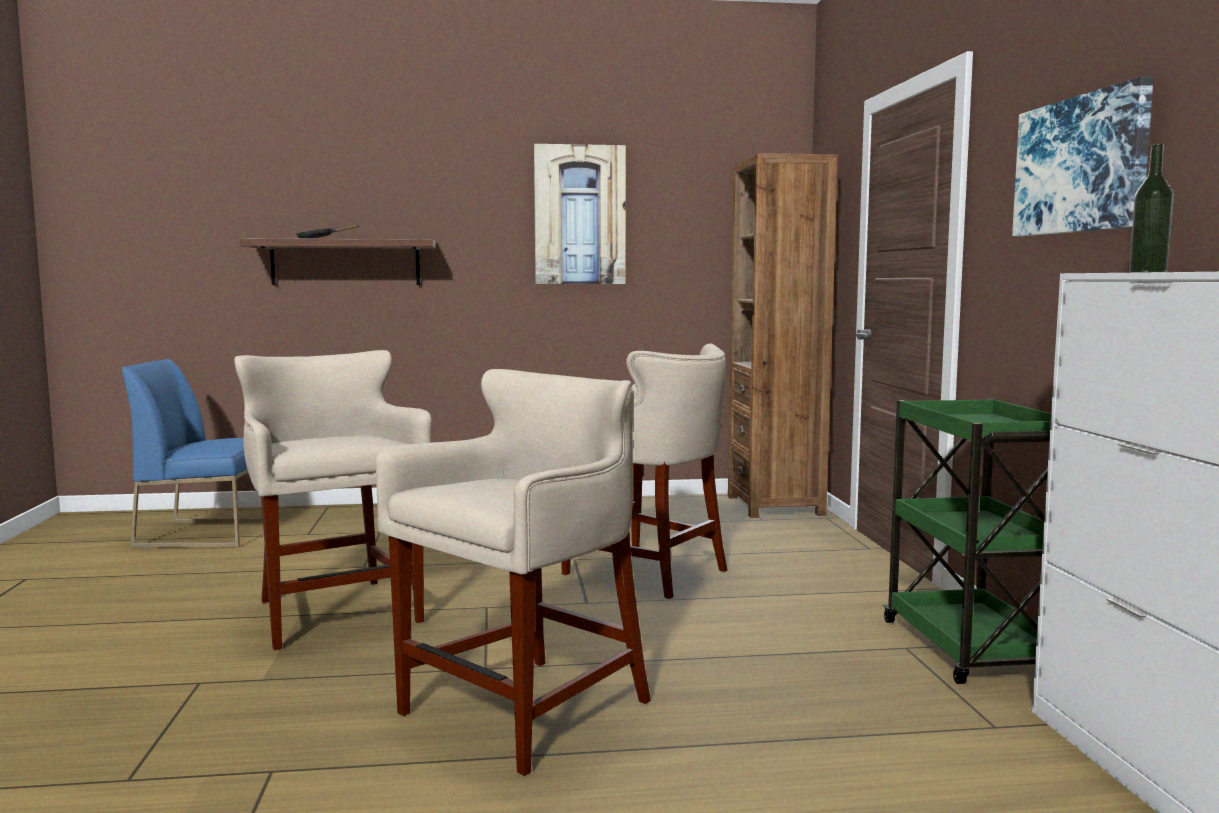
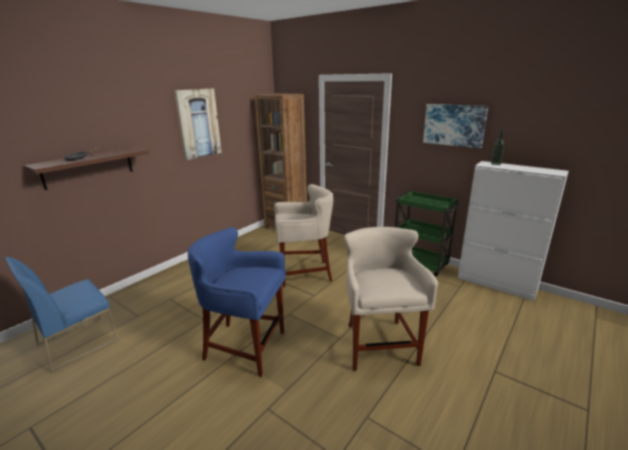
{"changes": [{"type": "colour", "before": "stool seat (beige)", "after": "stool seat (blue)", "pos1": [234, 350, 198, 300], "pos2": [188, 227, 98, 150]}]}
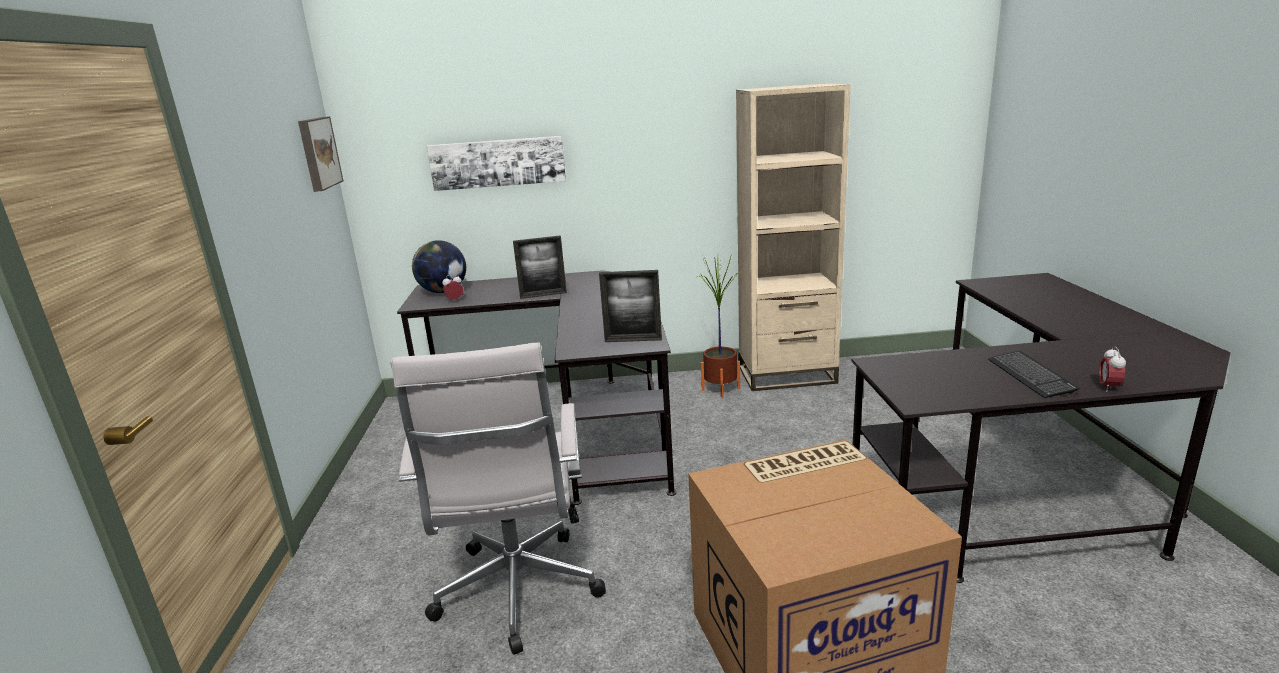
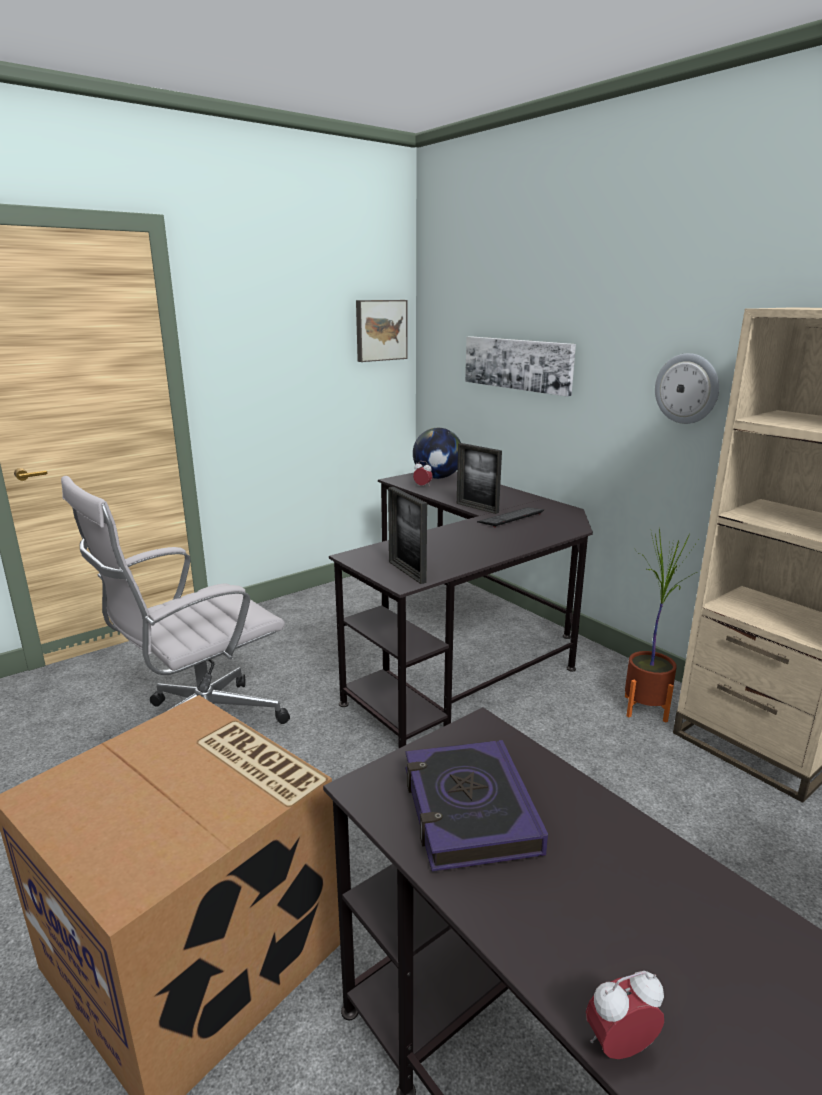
{"changes": [{"type": "relocated", "before": "keyboard", "pos1": [988, 351, 92, 47], "pos2": [477, 508, 67, 20]}, {"type": "appeared", "after": "wall clock", "pos2": [655, 353, 64, 71]}, {"type": "appeared", "after": "bound book", "pos2": [406, 740, 142, 132]}]}
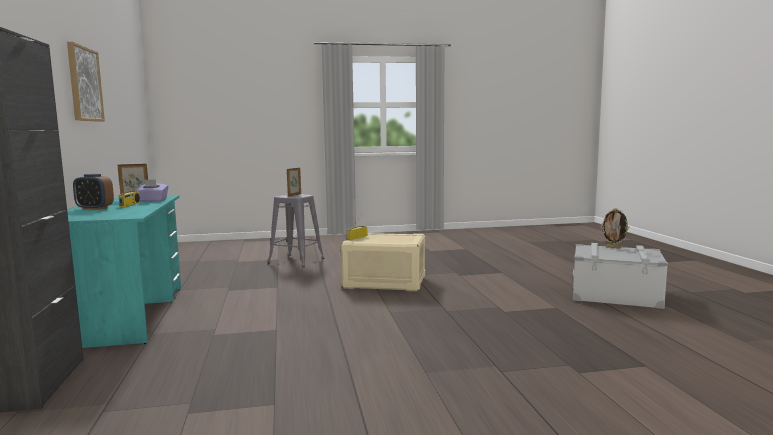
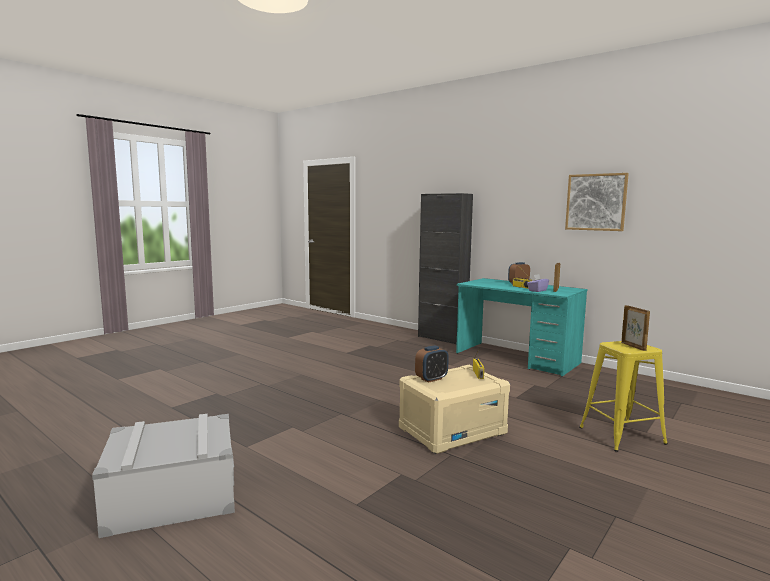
{"changes": [{"type": "colour", "before": "stool seat (grey)", "after": "stool seat (yellow)", "pos1": [268, 194, 57, 73], "pos2": [579, 341, 89, 111]}, {"type": "missing", "before": "photo frame", "pos1": [601, 208, 28, 41]}, {"type": "appeared", "after": "table clock", "pos2": [415, 346, 34, 37]}]}
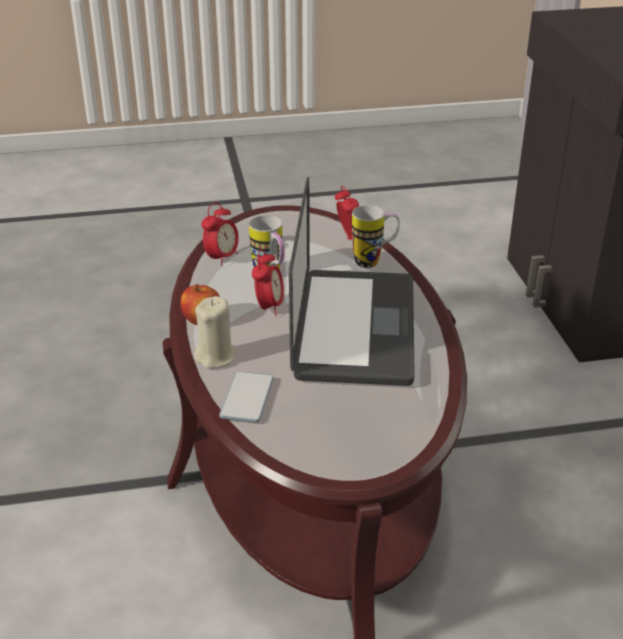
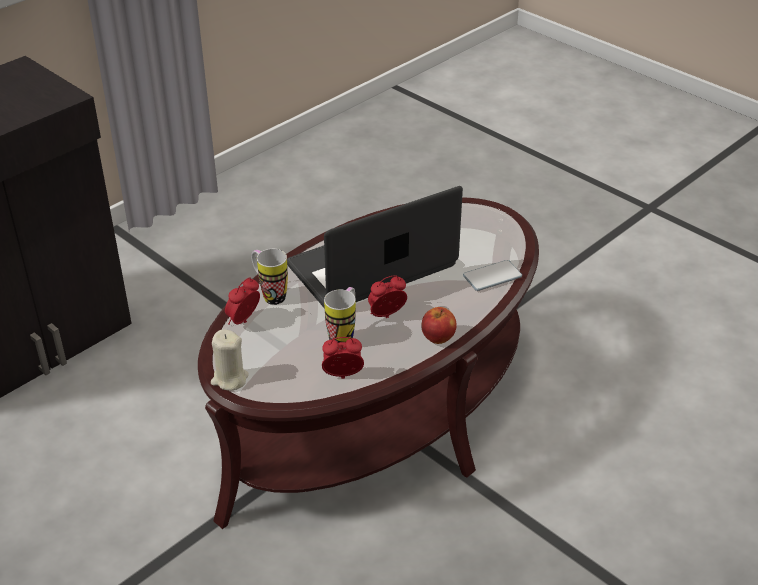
{"changes": [{"type": "relocated", "before": "wax light (beige)", "pos1": [194, 296, 43, 73], "pos2": [211, 329, 38, 61]}]}
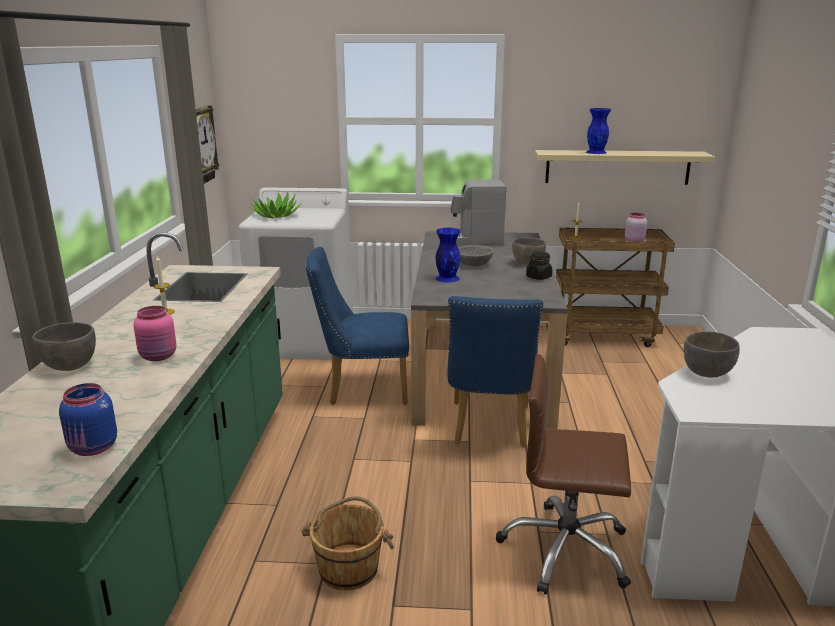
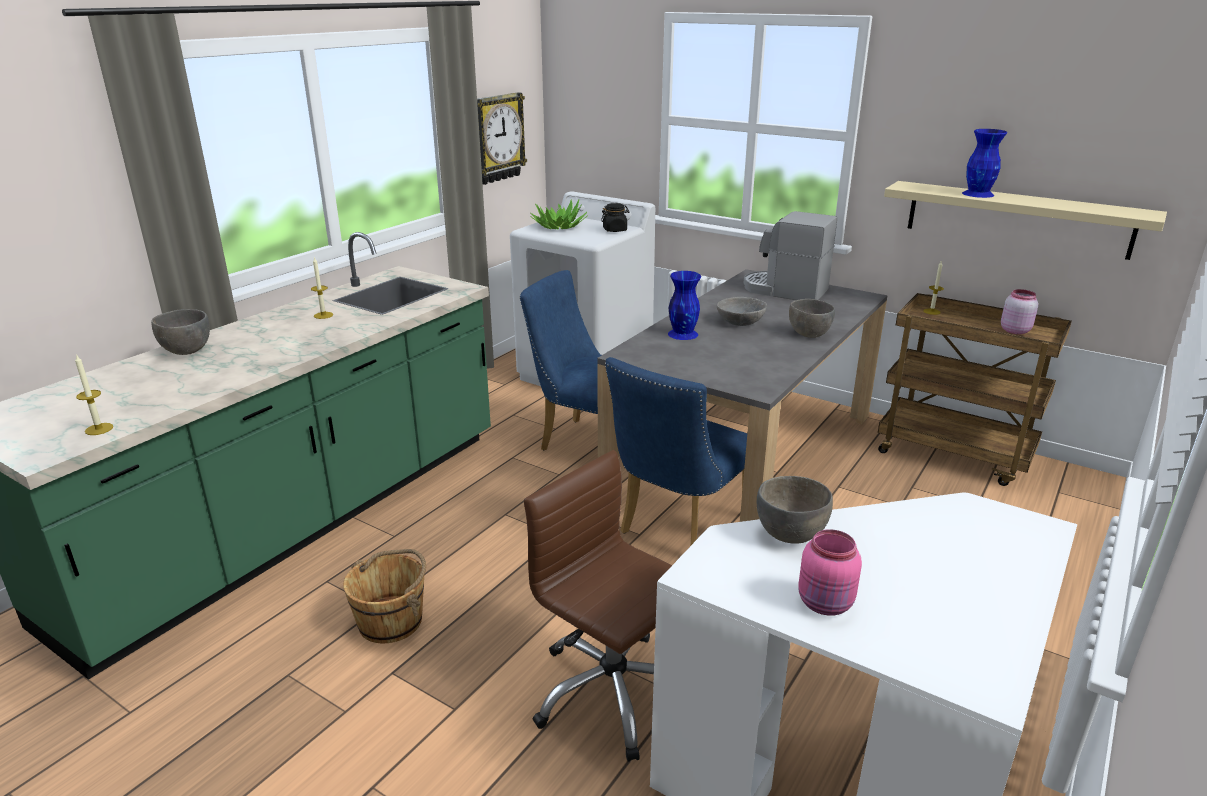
{"changes": [{"type": "relocated", "before": "jar (black-coloured)", "pos1": [526, 252, 26, 28], "pos2": [601, 203, 28, 29]}, {"type": "relocated", "before": "jar (pinkish)", "pos1": [134, 306, 42, 55], "pos2": [799, 529, 63, 87]}, {"type": "exchanged", "before": "jar (blue)", "after": "wax light", "pos1": [59, 383, 58, 73], "pos2": [75, 354, 38, 81]}]}
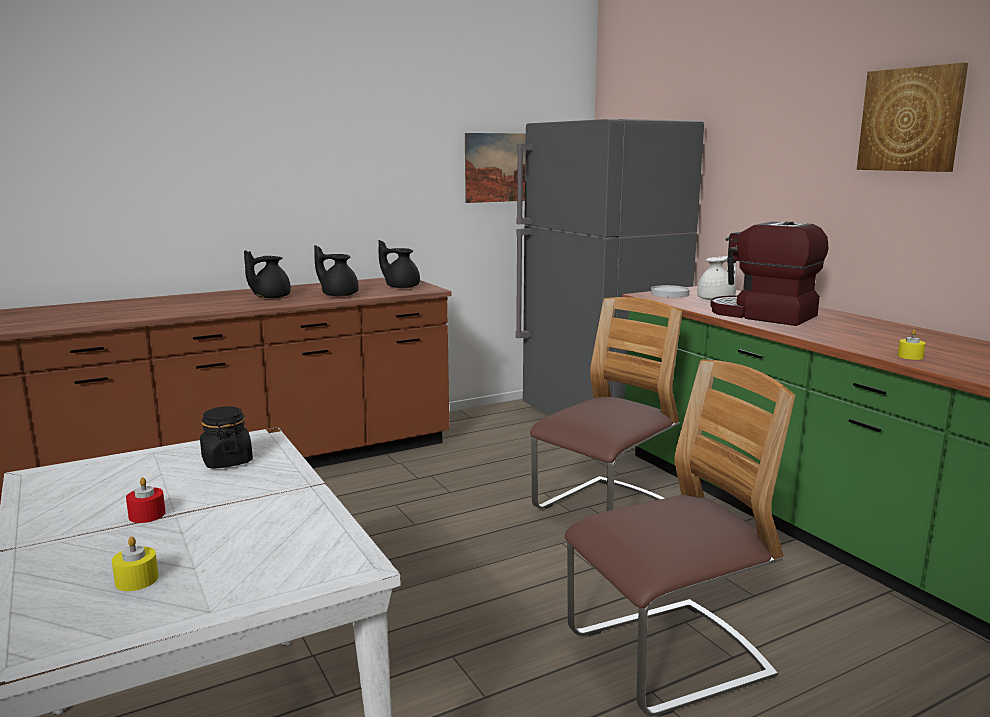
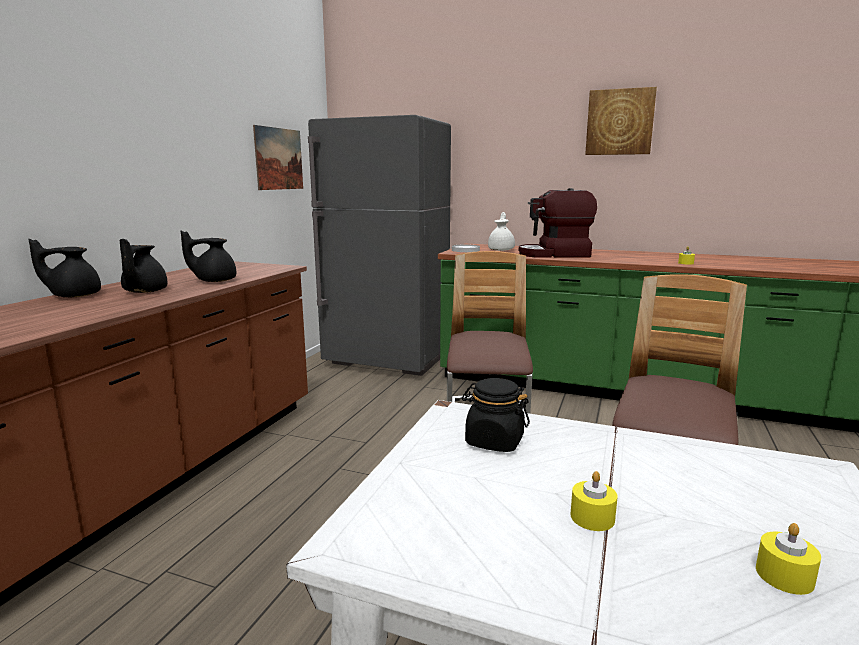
{"changes": [{"type": "relocated", "before": "tea pot (black-coloured)", "pos1": [378, 240, 42, 48], "pos2": [28, 239, 73, 58]}, {"type": "colour", "before": "wax light (reddish)", "after": "wax light (yellow)", "pos1": [126, 477, 40, 46], "pos2": [570, 471, 48, 60]}]}
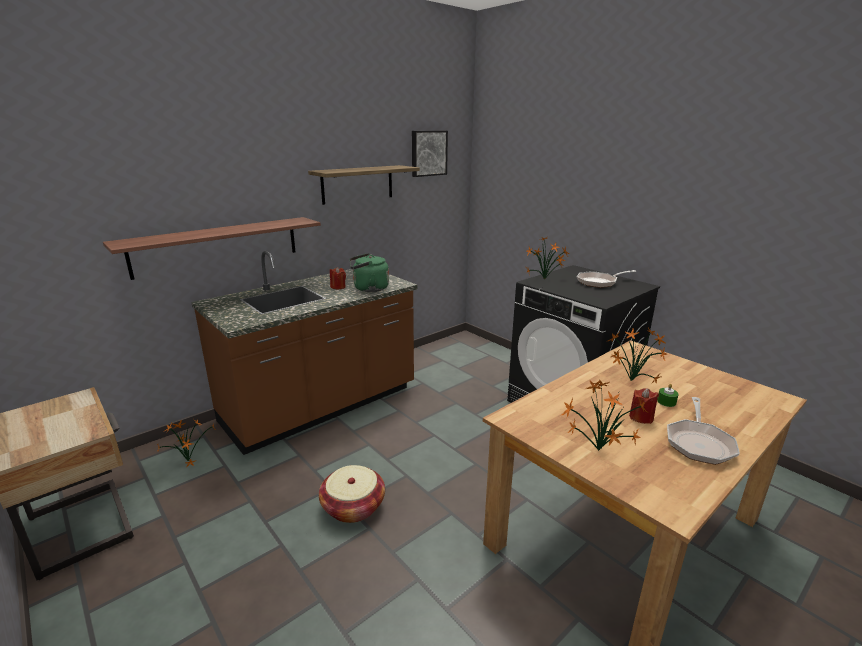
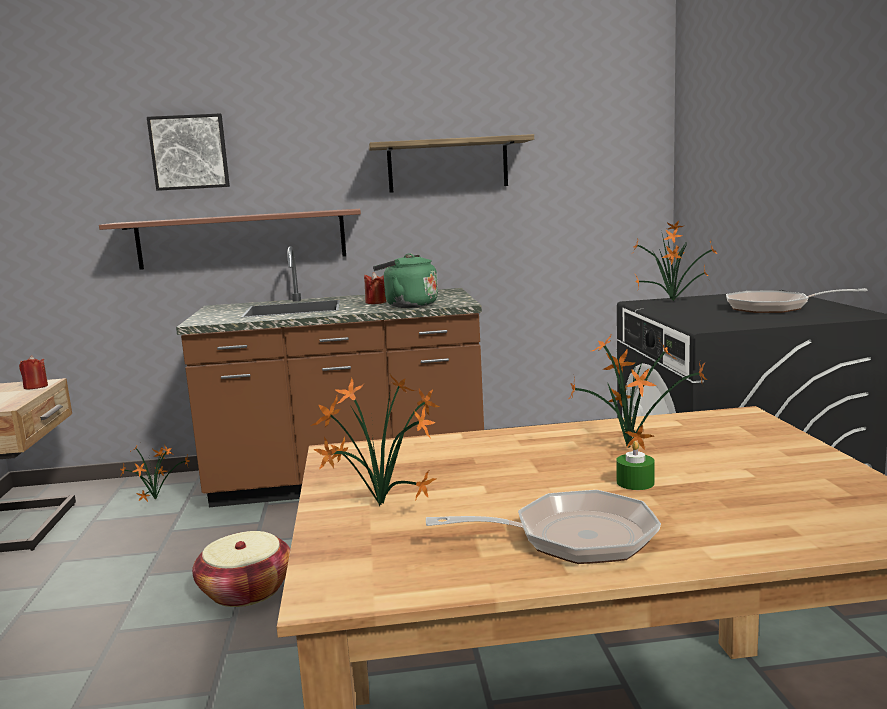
{"changes": [{"type": "relocated", "before": "wall art", "pos1": [412, 131, 36, 46], "pos2": [147, 114, 83, 77]}, {"type": "relocated", "before": "wax light (reddish)", "pos1": [629, 388, 30, 36], "pos2": [19, 355, 29, 35]}, {"type": "spun", "before": "pan", "pos1": [667, 397, 73, 68], "pos2": [426, 490, 235, 74], "turn": -150}]}
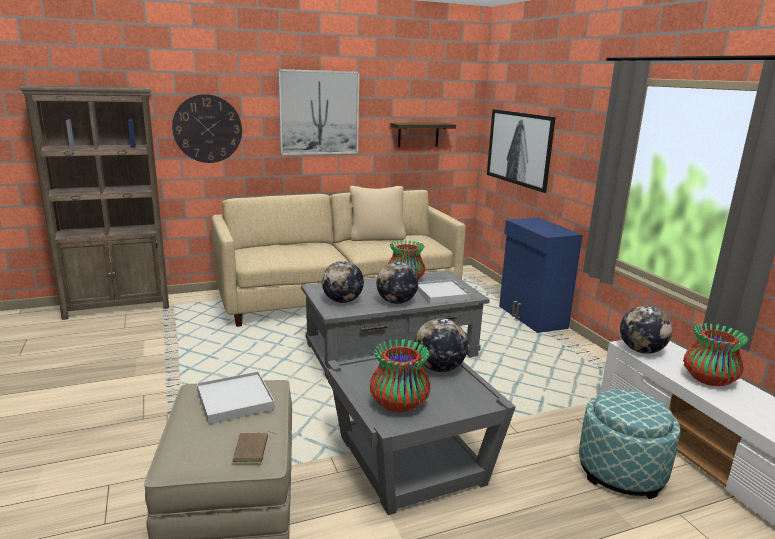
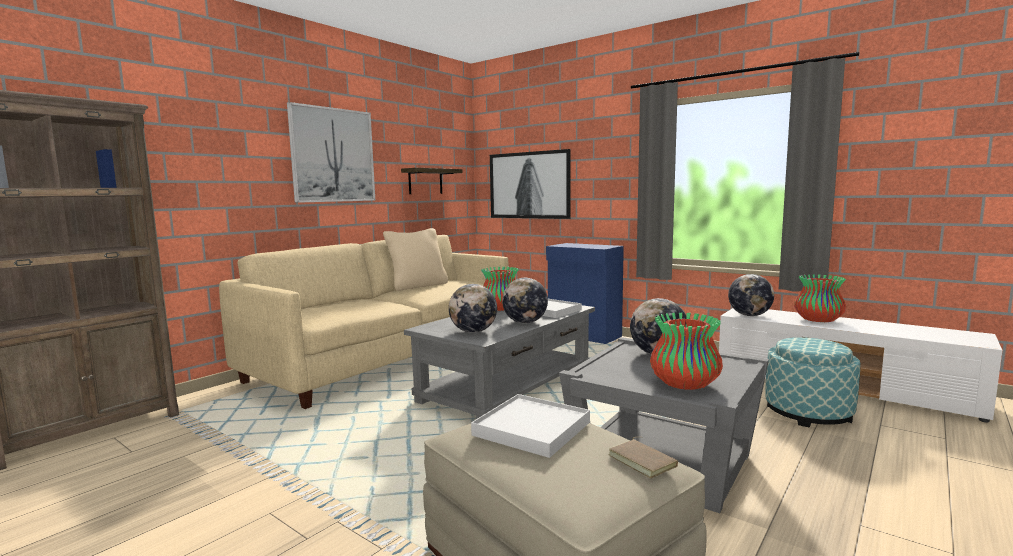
{"changes": [{"type": "missing", "before": "wall clock", "pos1": [172, 94, 70, 69]}]}
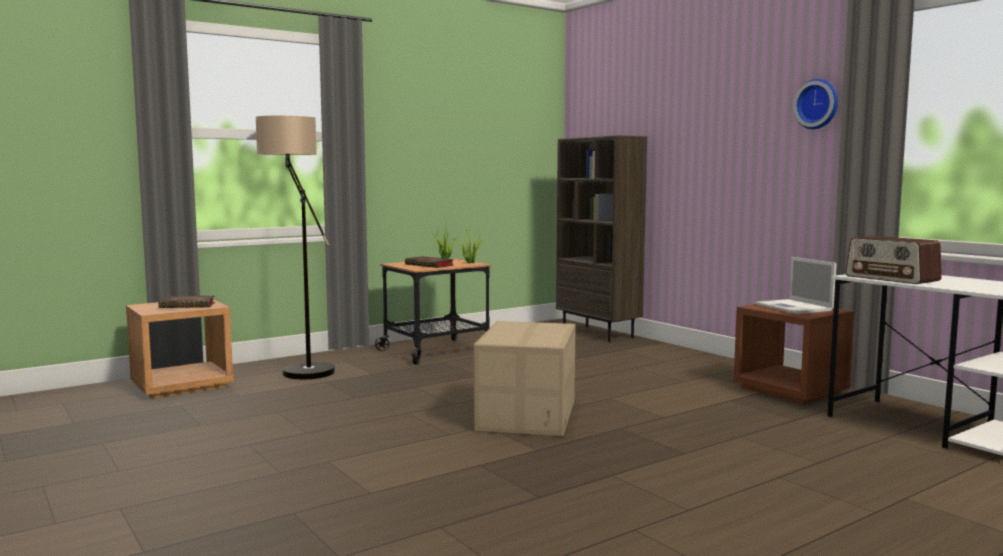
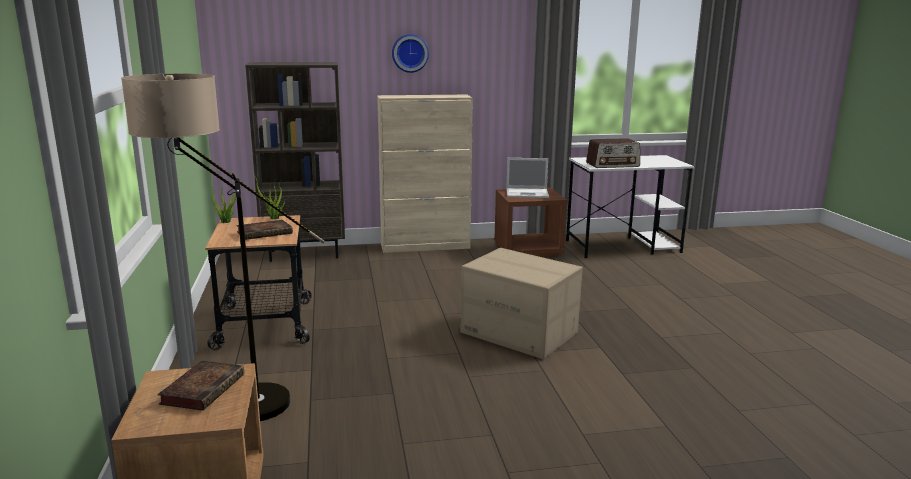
{"changes": [{"type": "relocated", "before": "wall clock", "pos1": [793, 79, 45, 50], "pos2": [392, 34, 37, 39]}, {"type": "appeared", "after": "storage cabinet (beige)", "pos2": [377, 95, 96, 158]}]}
